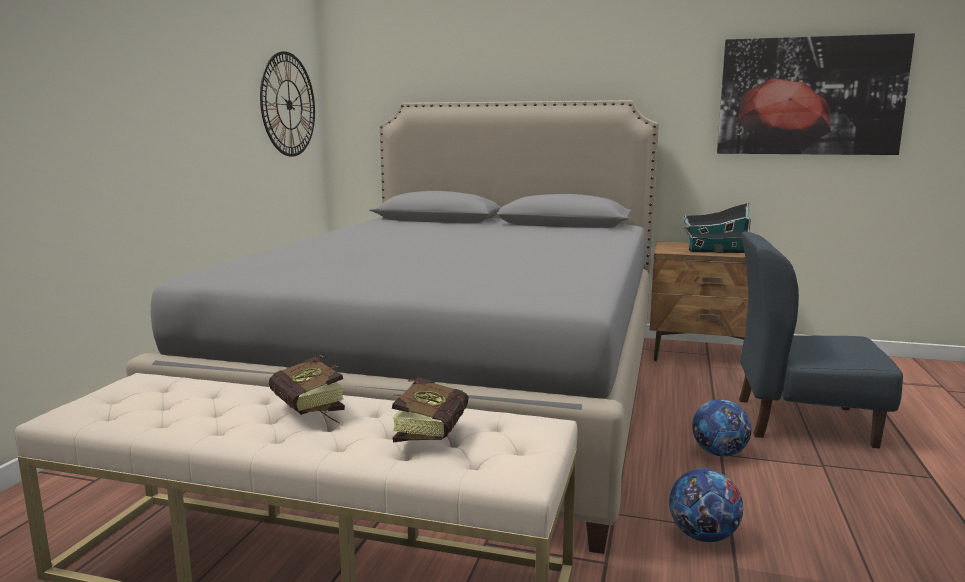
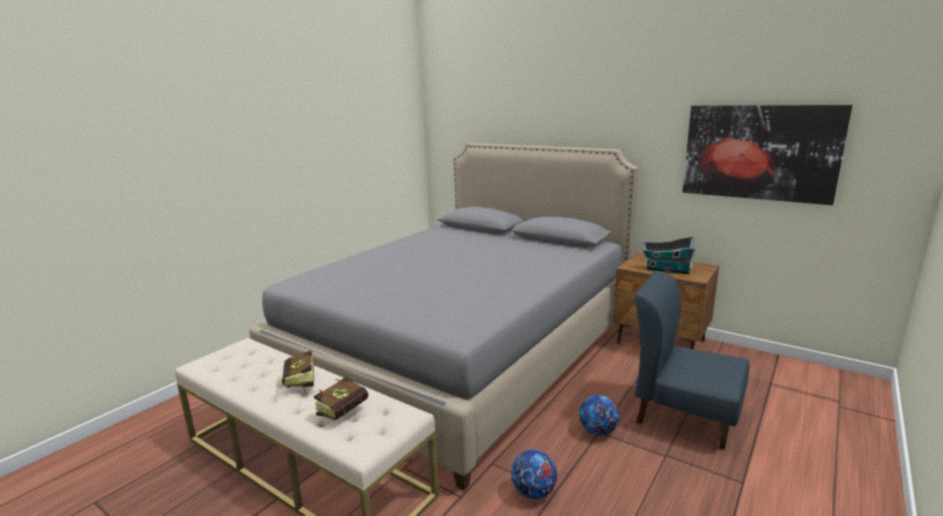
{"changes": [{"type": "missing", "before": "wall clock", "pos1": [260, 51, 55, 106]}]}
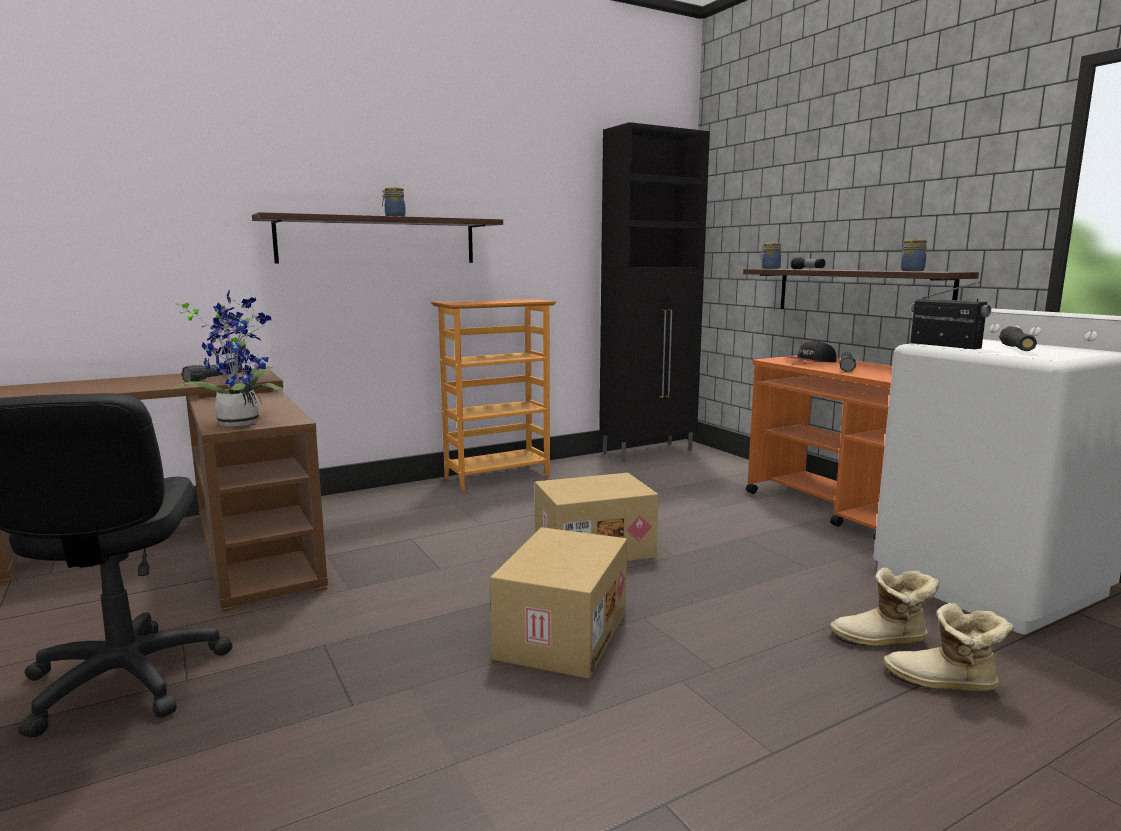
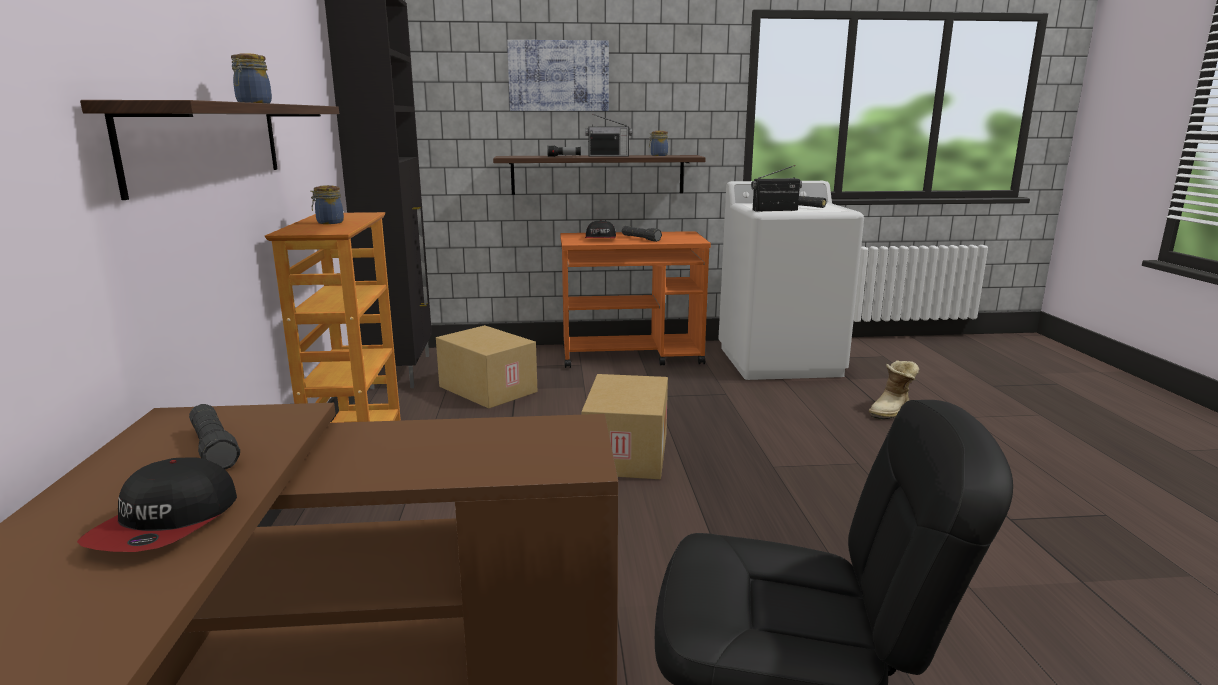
{"changes": [{"type": "relocated", "before": "jar", "pos1": [760, 243, 21, 26], "pos2": [310, 185, 34, 39]}, {"type": "missing", "before": "houseplant", "pos1": [169, 290, 114, 137]}, {"type": "relocated", "before": "cardboard box", "pos1": [490, 527, 137, 152], "pos2": [436, 325, 101, 84]}, {"type": "missing", "before": "boot", "pos1": [830, 567, 110, 79]}, {"type": "appeared", "after": "wall art", "pos2": [507, 40, 102, 71]}, {"type": "appeared", "after": "radio", "pos2": [585, 114, 47, 43]}, {"type": "appeared", "after": "baseball cap", "pos2": [77, 457, 160, 95]}]}
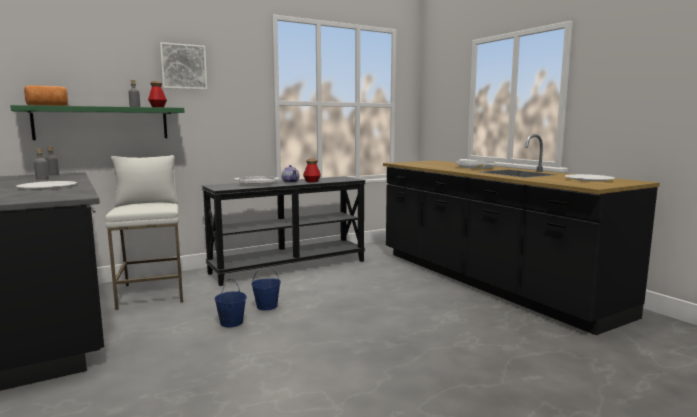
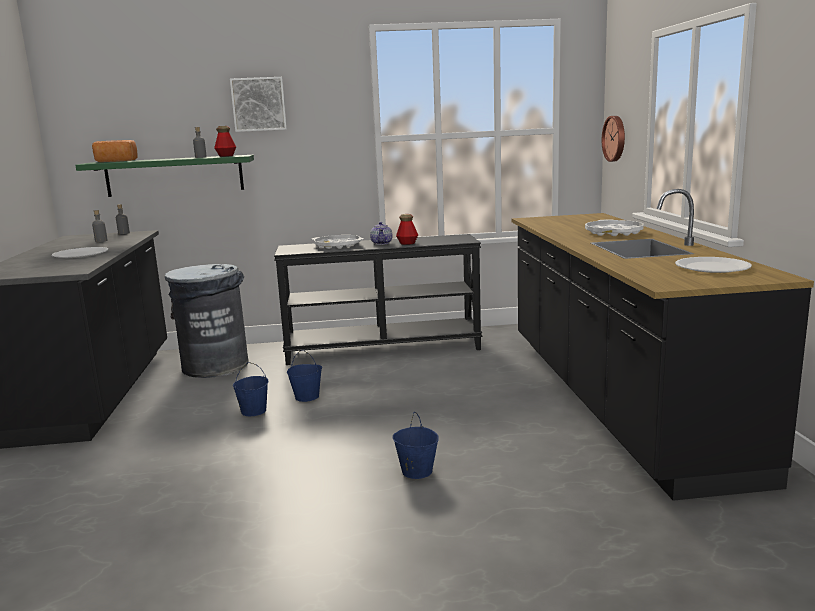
{"changes": [{"type": "exchanged", "before": "stool seat (white)", "after": "waste bin (grey)", "pos1": [105, 155, 78, 155], "pos2": [165, 264, 84, 114]}, {"type": "appeared", "after": "wall clock", "pos2": [602, 116, 23, 46]}, {"type": "appeared", "after": "water bucket (blue)", "pos2": [392, 412, 47, 67]}]}
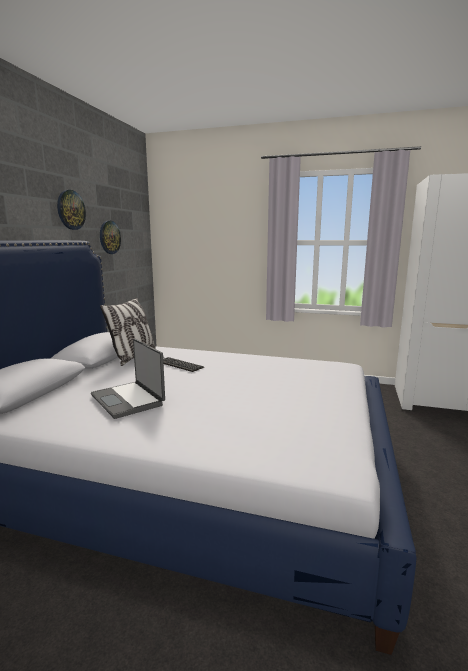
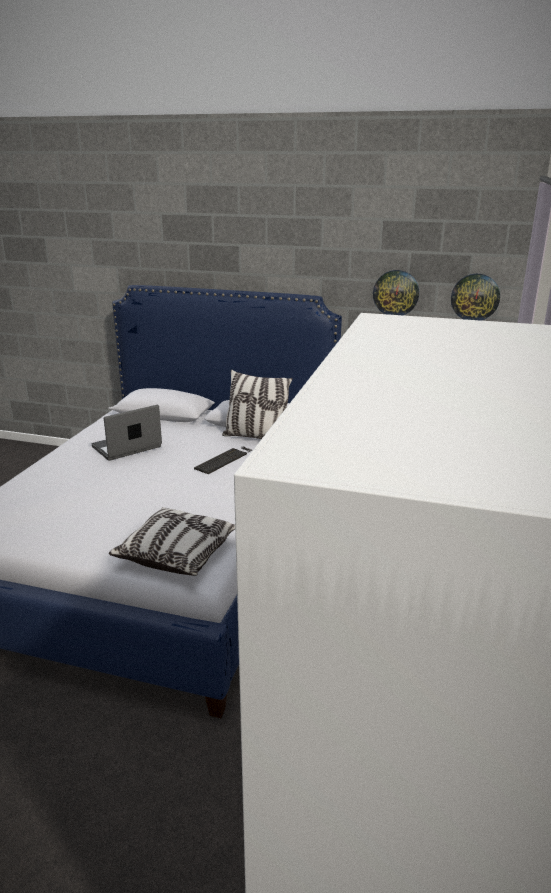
{"changes": [{"type": "relocated", "before": "wall clock", "pos1": [57, 190, 29, 40], "pos2": [451, 274, 49, 47]}, {"type": "appeared", "after": "cushion", "pos2": [109, 507, 126, 69]}]}
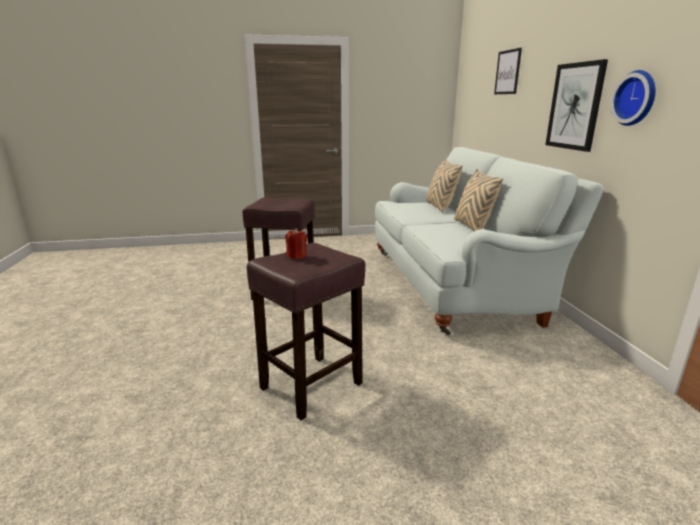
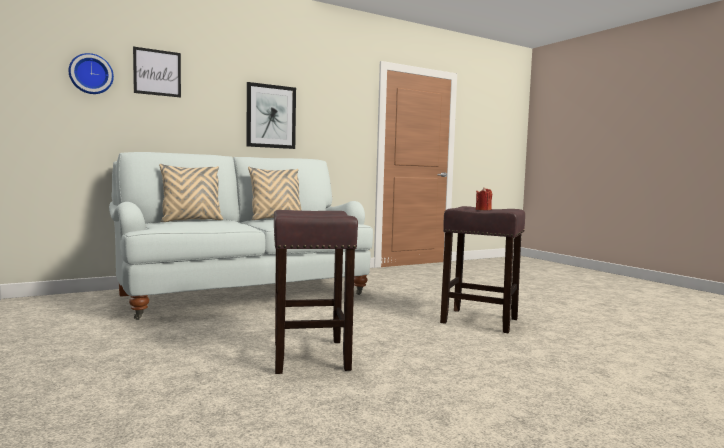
{"changes": [{"type": "relocated", "before": "wall clock", "pos1": [610, 70, 46, 56], "pos2": [69, 53, 45, 41]}]}
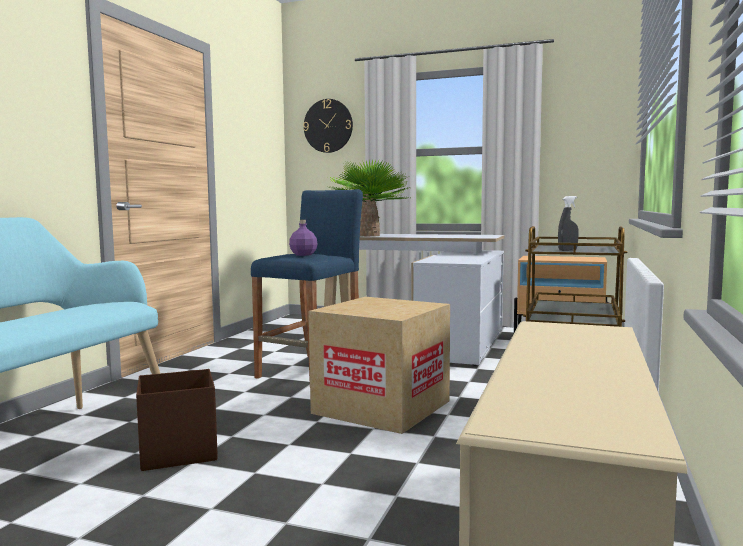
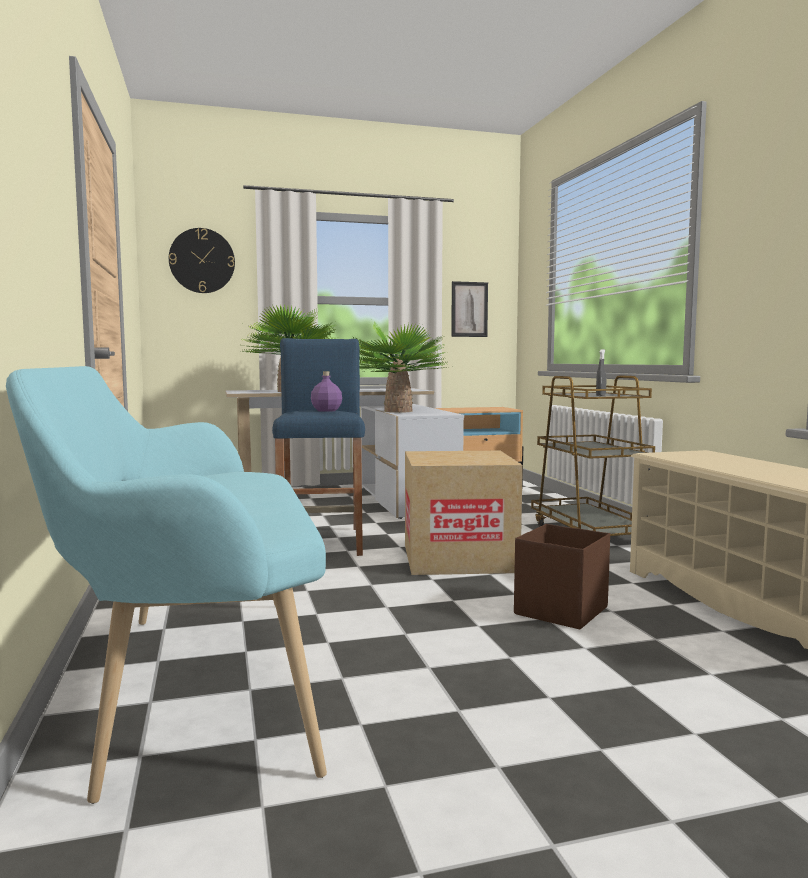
{"changes": [{"type": "relocated", "before": "storage container (brown)", "pos1": [136, 369, 82, 102], "pos2": [514, 524, 96, 105]}, {"type": "appeared", "after": "wall art", "pos2": [451, 281, 37, 56]}, {"type": "appeared", "after": "houseplant", "pos2": [353, 320, 95, 93]}]}
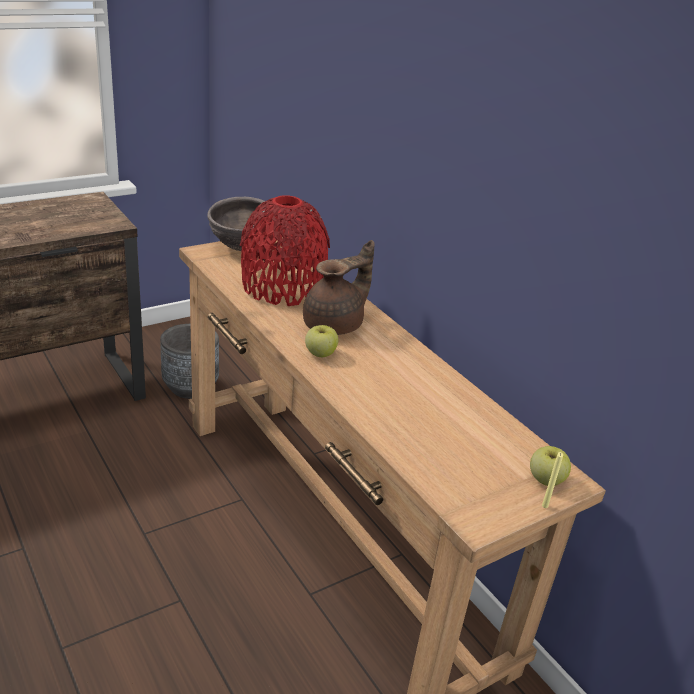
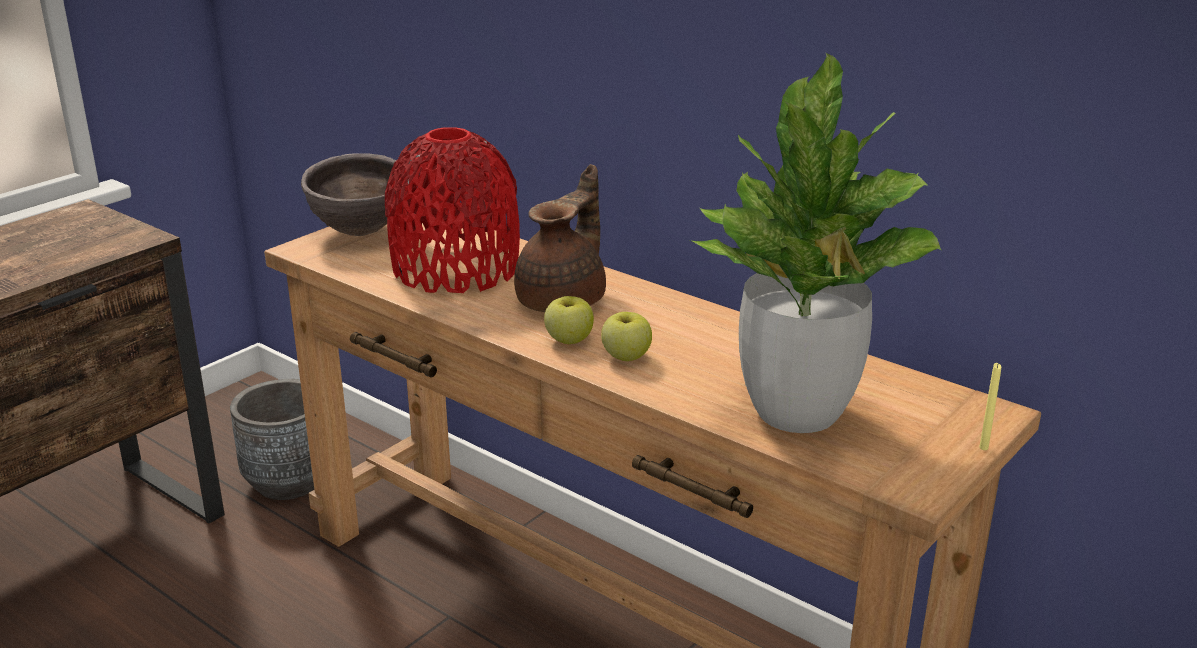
{"changes": [{"type": "relocated", "before": "apple", "pos1": [530, 446, 41, 40], "pos2": [601, 312, 51, 49]}, {"type": "appeared", "after": "houseplant", "pos2": [688, 53, 253, 380]}]}
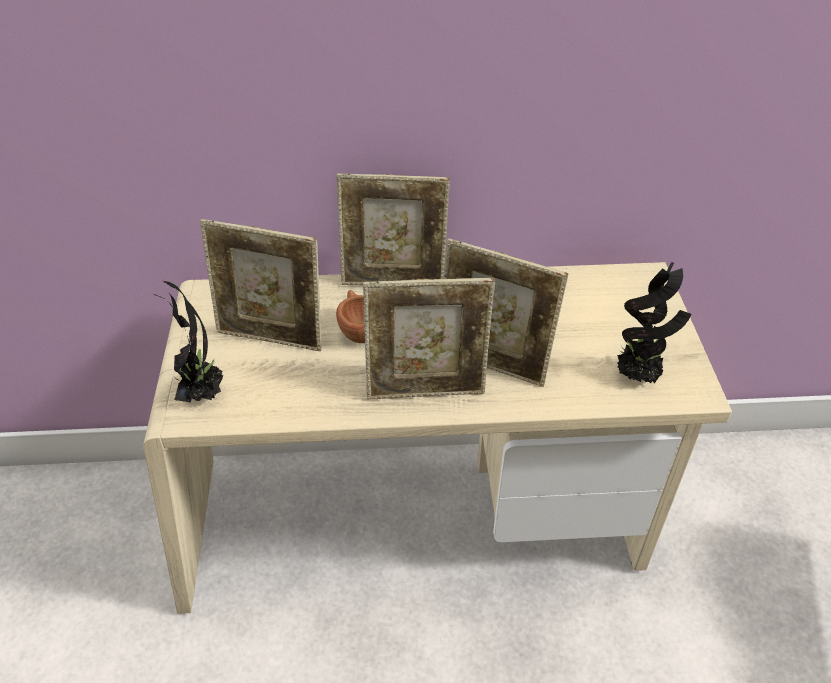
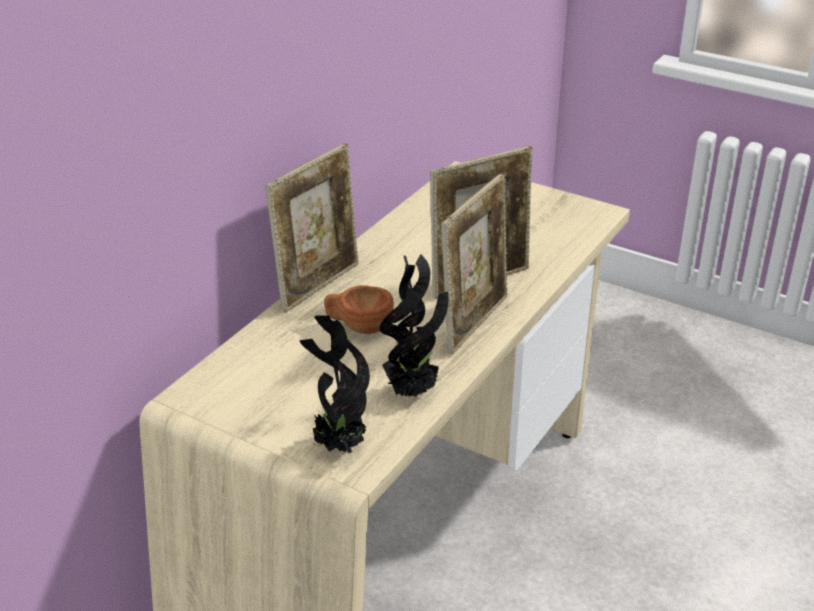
{"changes": [{"type": "missing", "before": "photo frame", "pos1": [200, 219, 122, 132]}, {"type": "relocated", "before": "houseplant", "pos1": [617, 262, 74, 121], "pos2": [380, 254, 69, 143]}]}
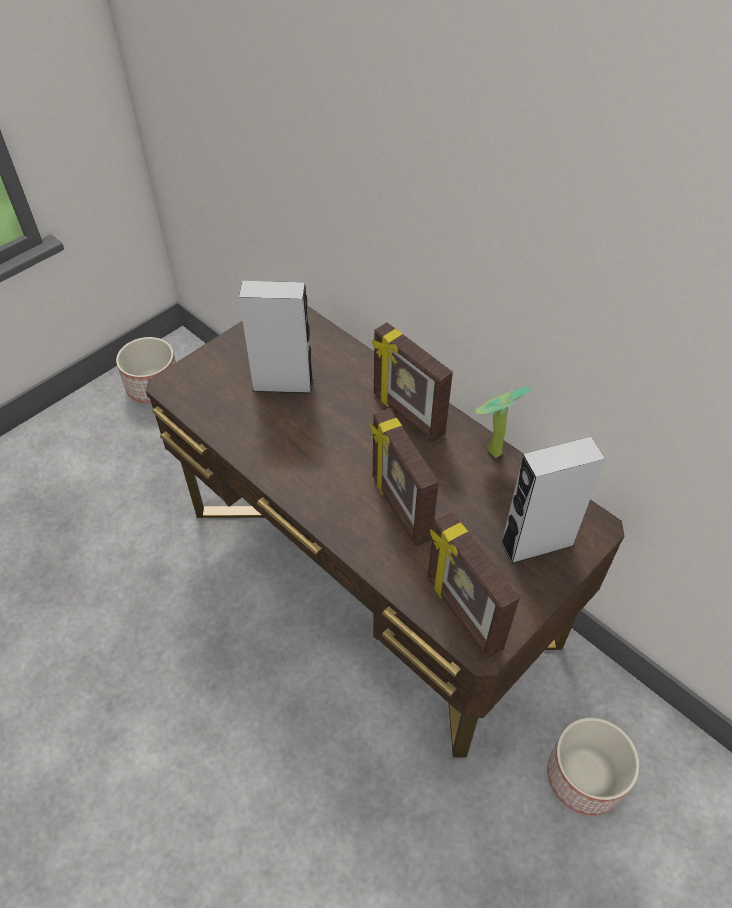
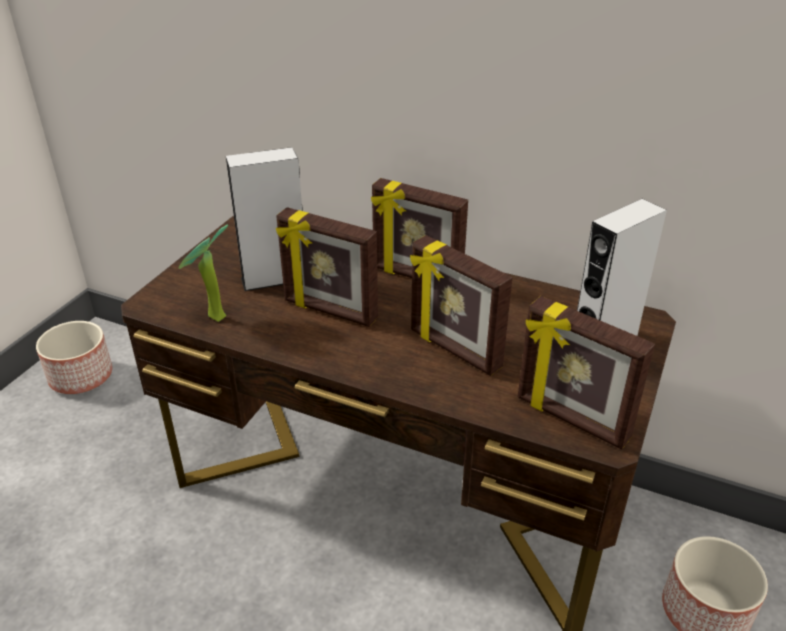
{"changes": [{"type": "relocated", "before": "houseplant", "pos1": [475, 387, 56, 71], "pos2": [178, 225, 50, 97]}, {"type": "appeared", "after": "photo frame", "pos2": [276, 207, 102, 120]}]}
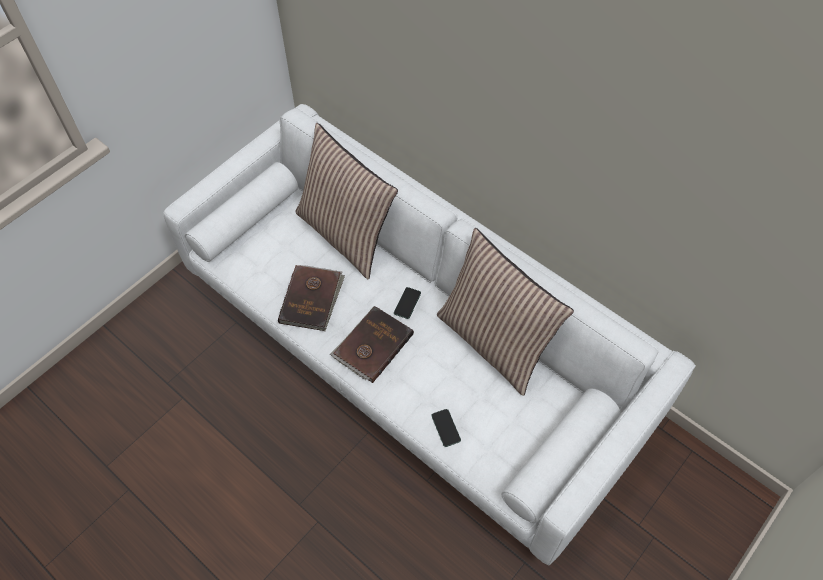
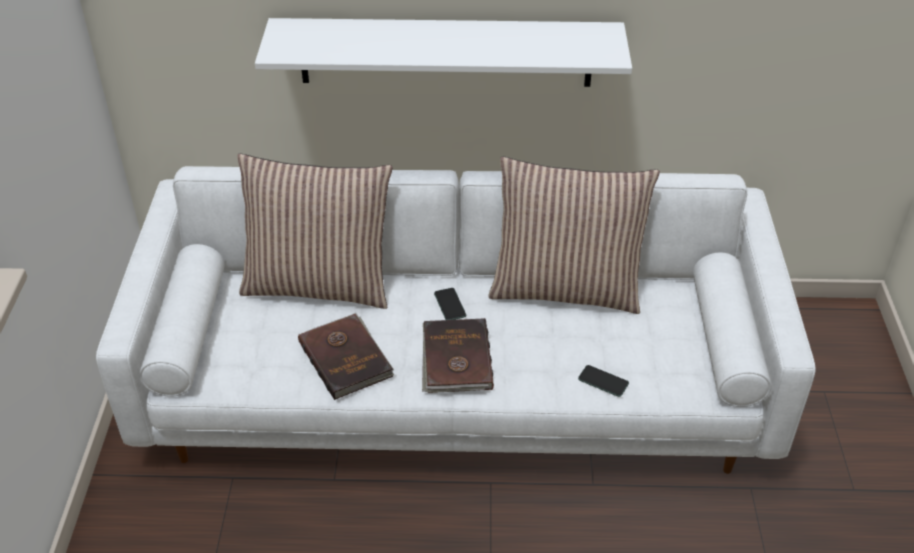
{"changes": [{"type": "appeared", "after": "wall shelf (white)", "pos2": [255, 18, 377, 69]}]}
